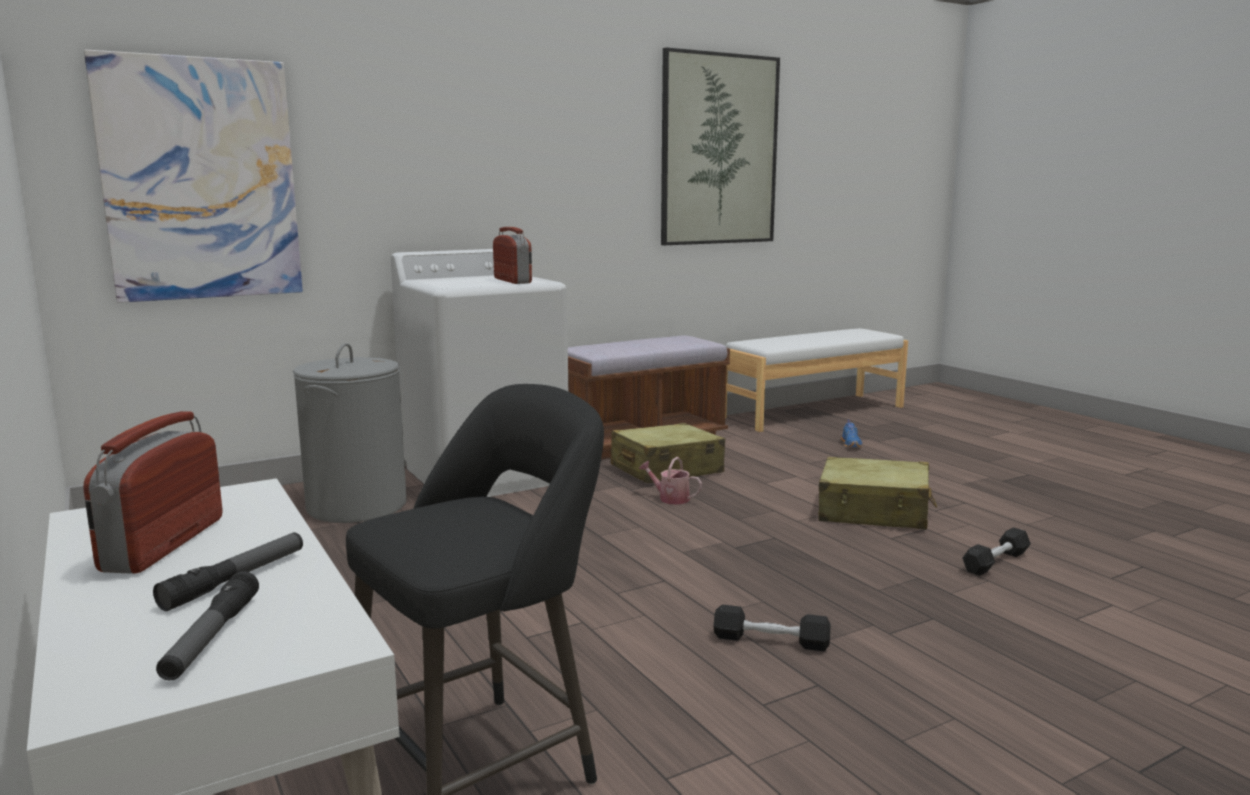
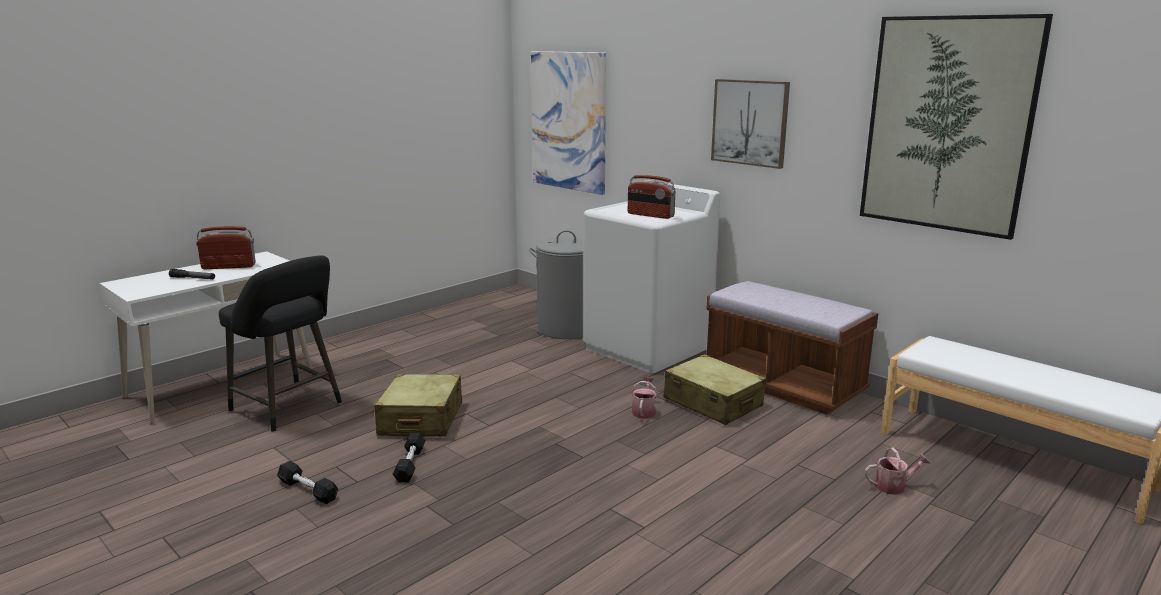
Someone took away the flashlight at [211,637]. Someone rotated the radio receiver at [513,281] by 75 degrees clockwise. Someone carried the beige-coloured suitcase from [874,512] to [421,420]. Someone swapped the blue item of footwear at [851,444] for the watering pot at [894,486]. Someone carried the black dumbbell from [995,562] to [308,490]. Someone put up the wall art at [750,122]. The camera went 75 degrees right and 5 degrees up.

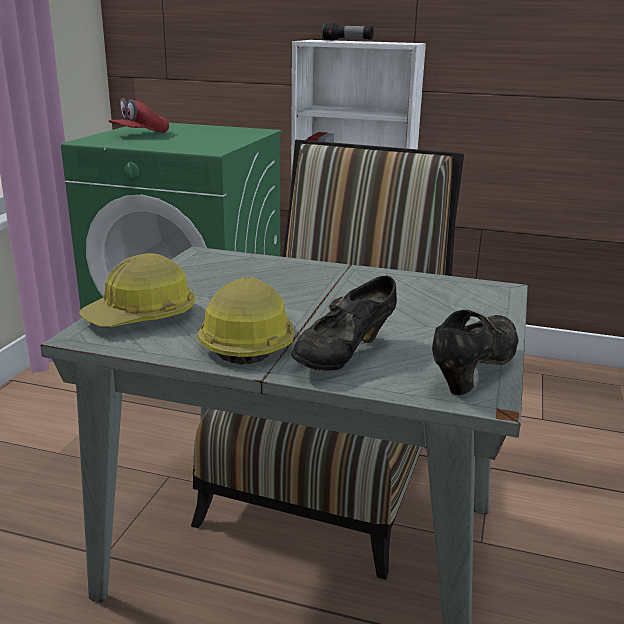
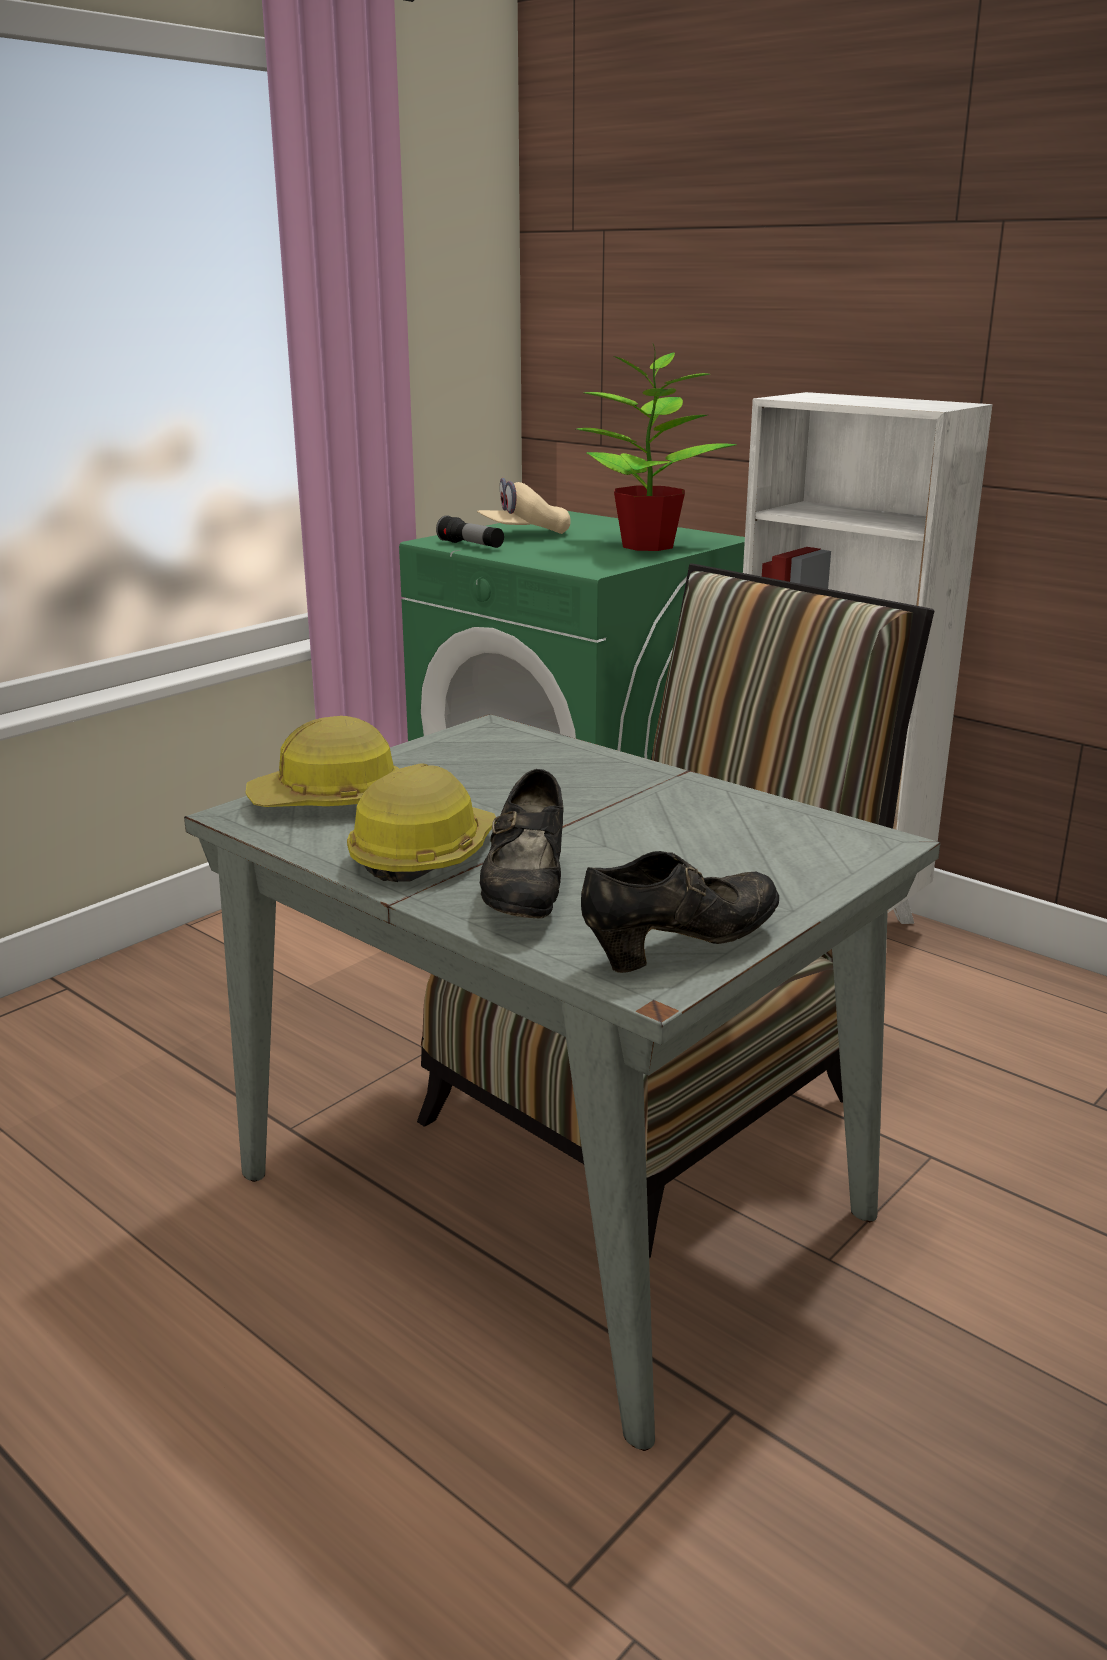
Someone repainted the reddish baseball cap at [140,134], which became the beige-coloured baseball cap at [524,535]. Someone rotated the black item of footwear at [344,356] by 60 degrees counterclockwise. Someone carried the flashlight from [347,41] to [471,545]. Someone put down the potted plant at [646,546]. The camera went 25 degrees right and 0 degrees up.

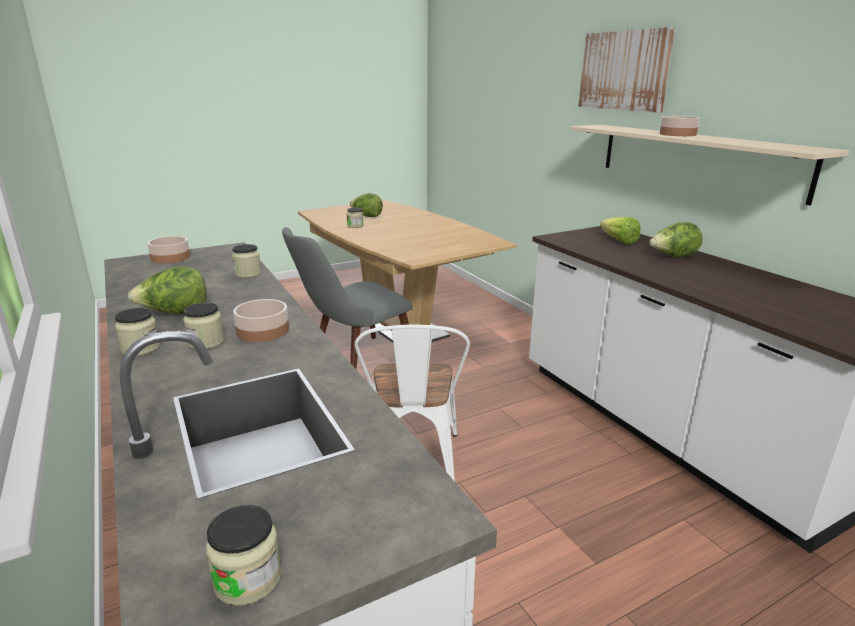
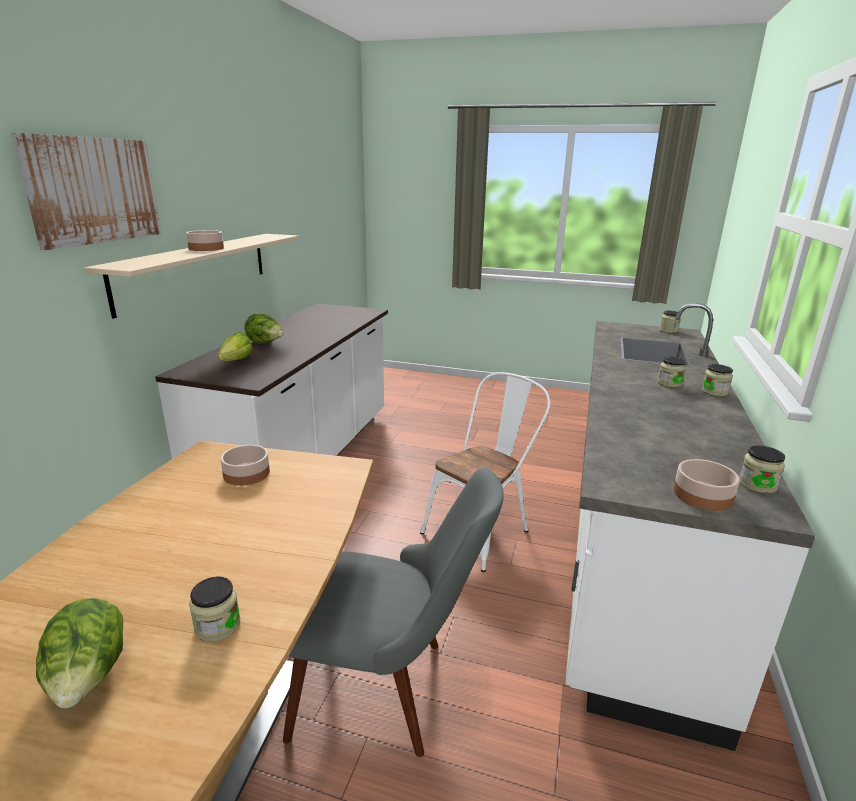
Someone took away the lettuce at [175,313]. Someone carried the preserve jar from [248,273] to [757,484]. Someone carried the bowl from [263,330] to [246,474]. The camera went 135 degrees left and 0 degrees up.

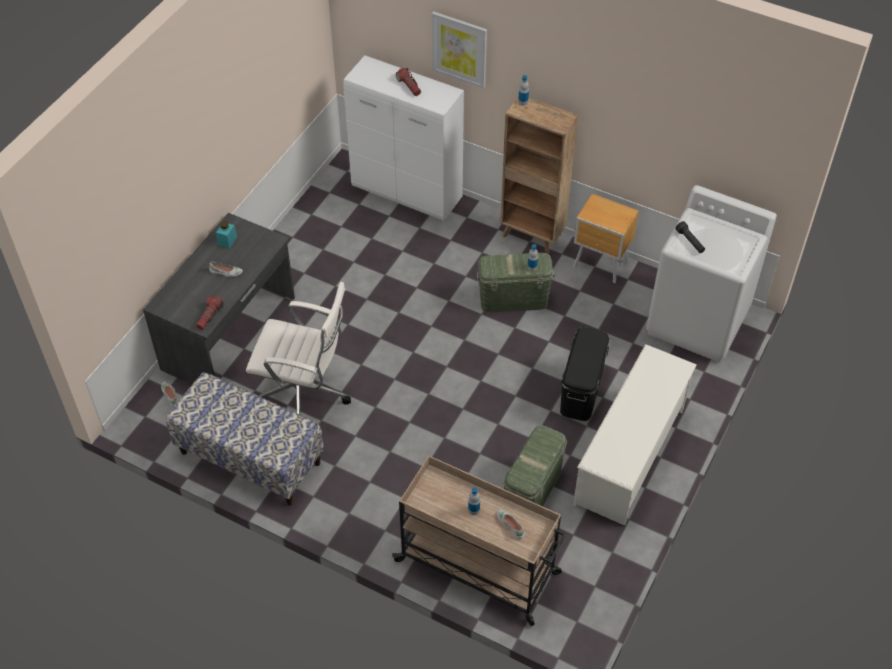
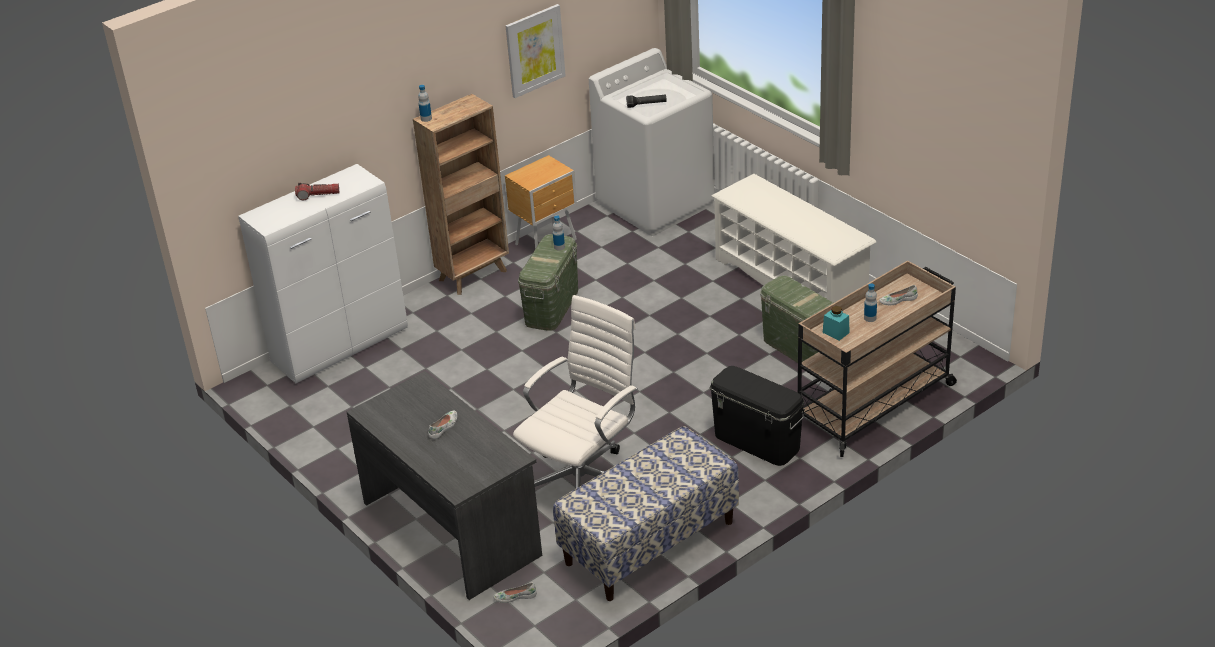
Someone took away the flashlight at [209,316]. Someone carried the blue-green preserve jar from [227,240] to [836,332]. Someone carried the wall art from [459,49] to [534,50]. Someone carried the black storage container from [581,391] to [757,441]. The camera went 65 degrees left and 15 degrees down.

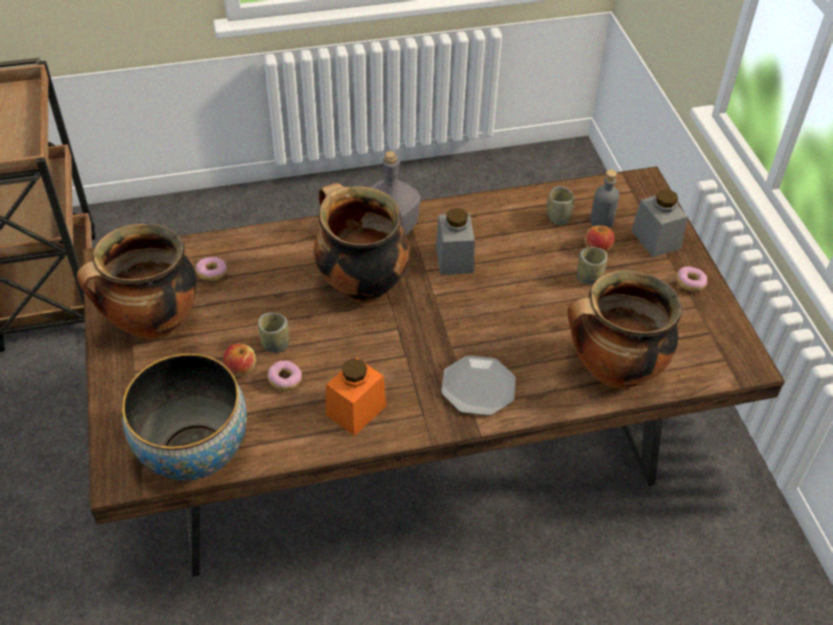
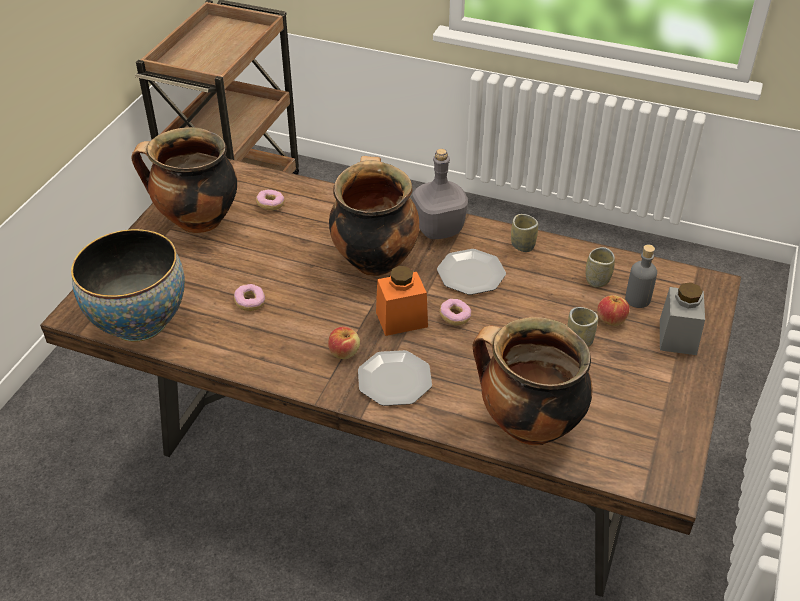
Someone carried the whole apple from [241,368] to [344,352]. Someone carried the cup from [275,344] to [522,245]. Someone carried the orange preserve jar from [356,410] to [401,319]. Someone swapped the gray preserve jar at [454,259] for the plate at [471,273]. Someone carried the ring doughnut from [690,284] to [455,317]. The camera went 35 degrees right and 5 degrees down.

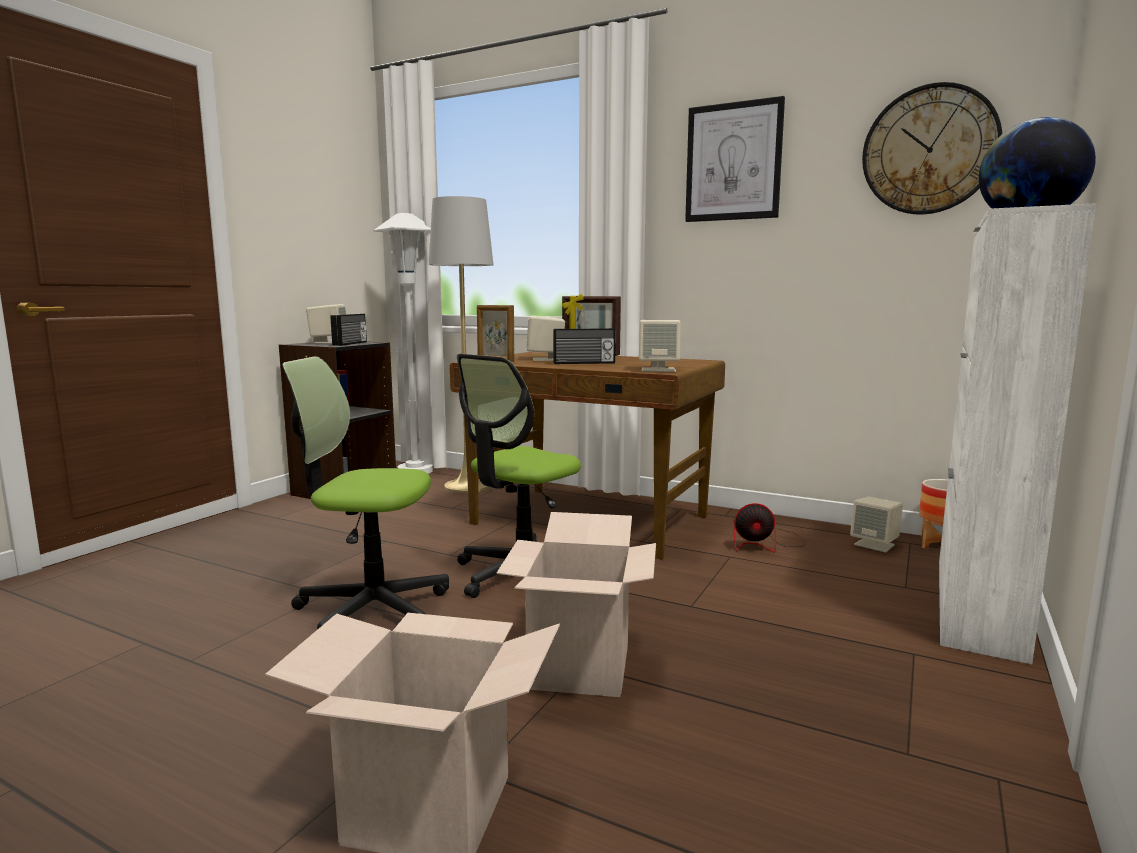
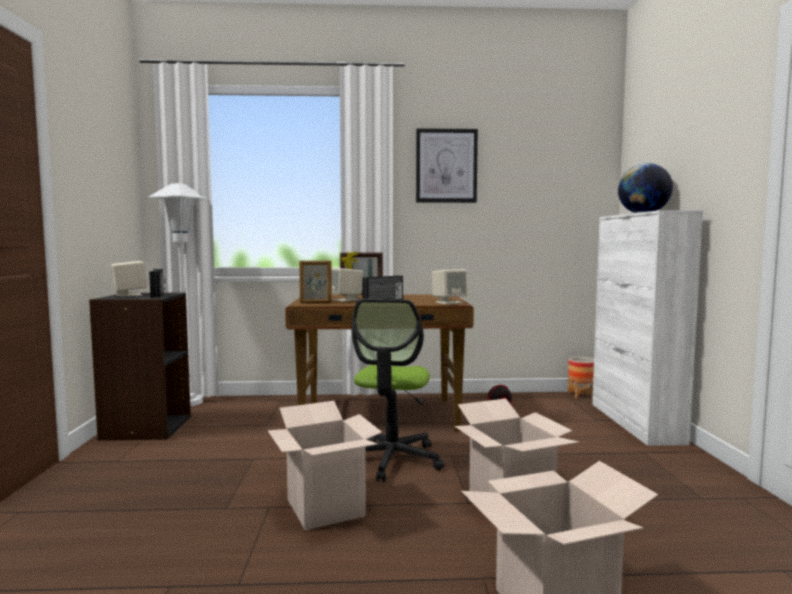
Someone swapped the computer chair at [371,610] for the carton at [325,508]. Someone took away the gray standard lamp at [467,486]. Someone took away the beige-coloured audio speaker at [875,545]. Someone took away the wall clock at [929,150]. The camera went 30 degrees left and 5 degrees down.

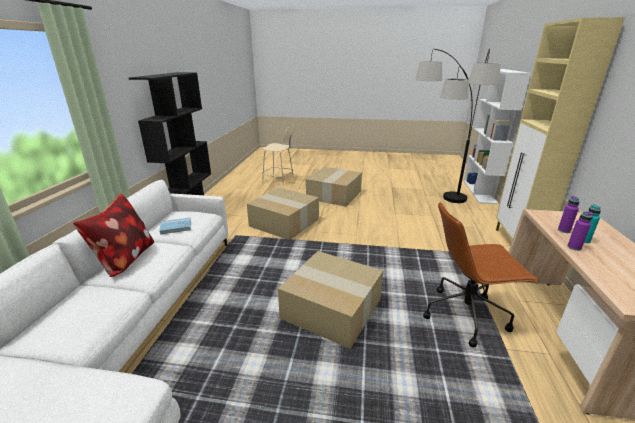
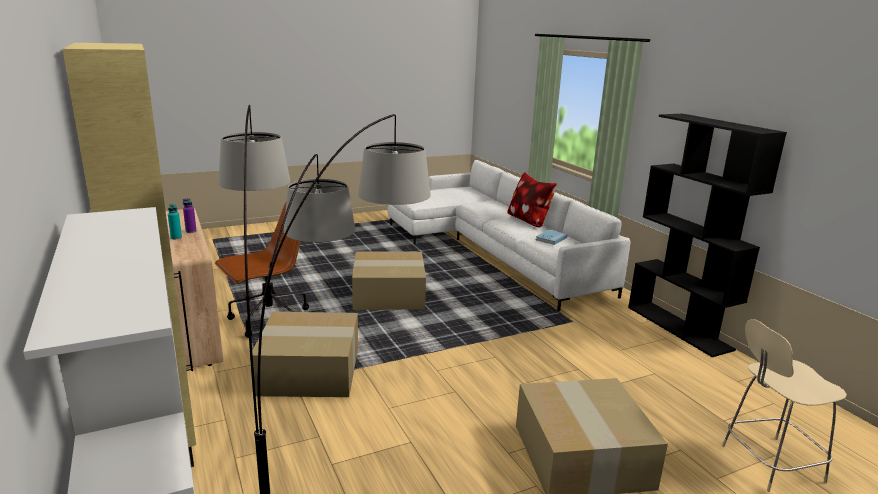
Someone carried the carton from [283,223] to [311,370]. Someone took away the purple-coloured bottle at [563,230]. The camera went 145 degrees right and 5 degrees down.

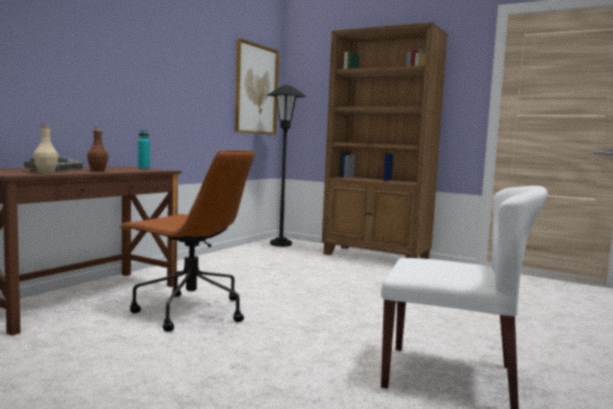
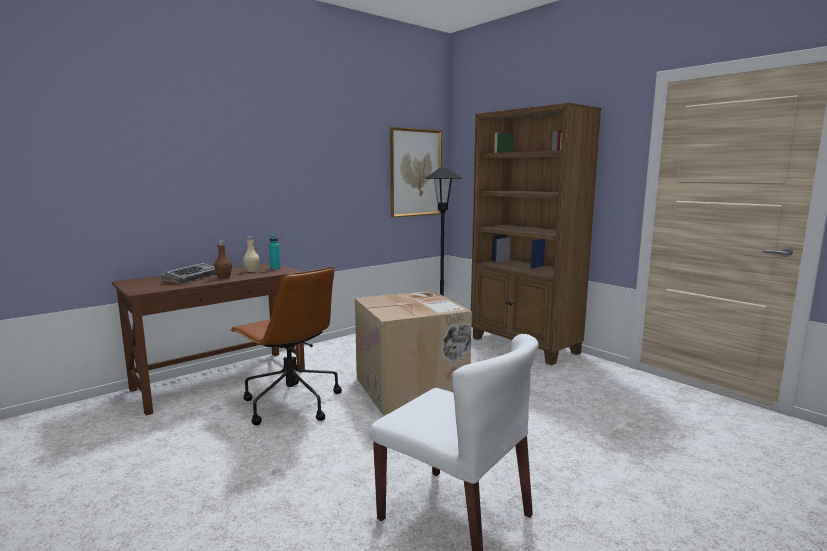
Someone carried the beige-coloured bottle from [46,173] to [252,271]. Someone put down the carton at [412,388]. The camera went 20 degrees right and 5 degrees up.

